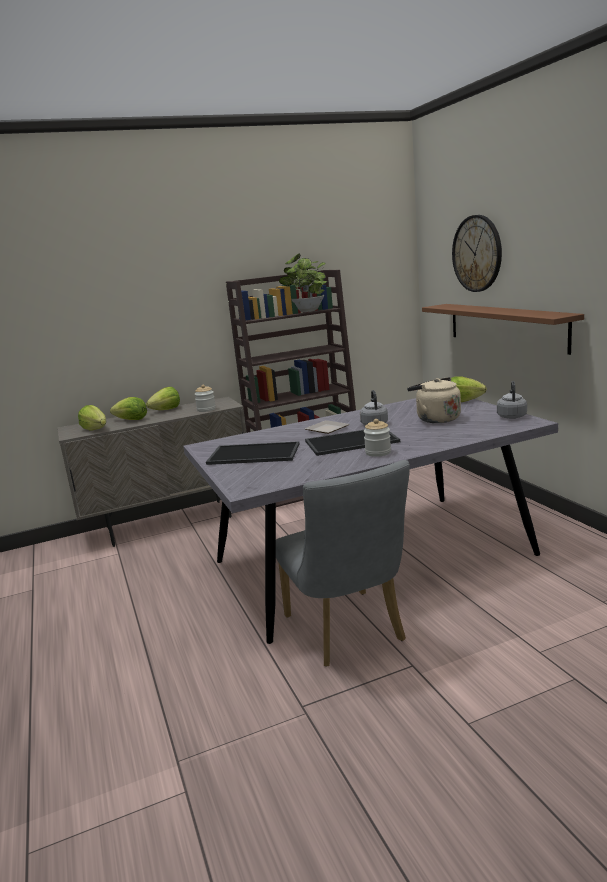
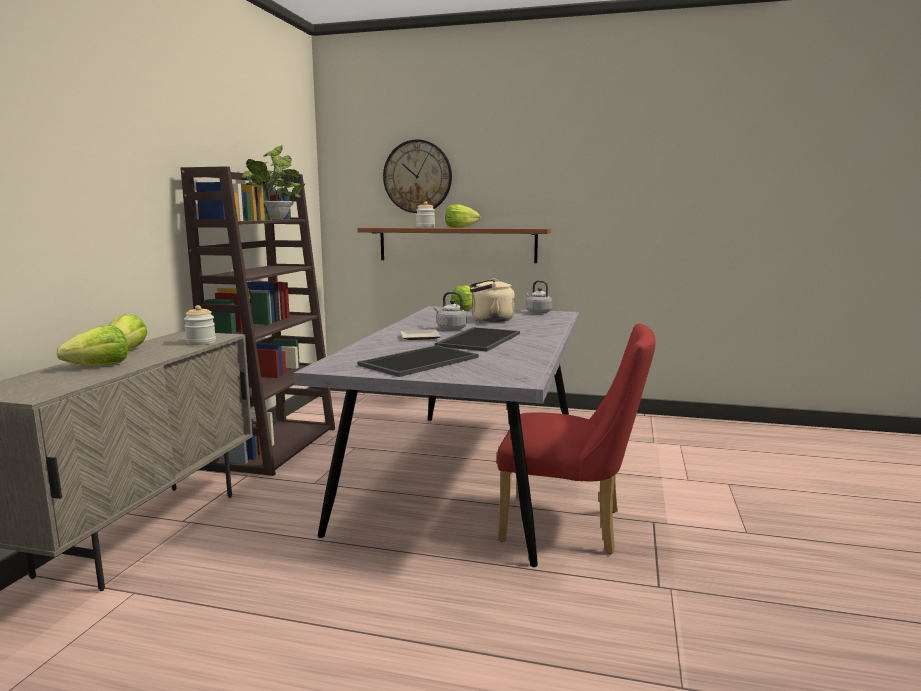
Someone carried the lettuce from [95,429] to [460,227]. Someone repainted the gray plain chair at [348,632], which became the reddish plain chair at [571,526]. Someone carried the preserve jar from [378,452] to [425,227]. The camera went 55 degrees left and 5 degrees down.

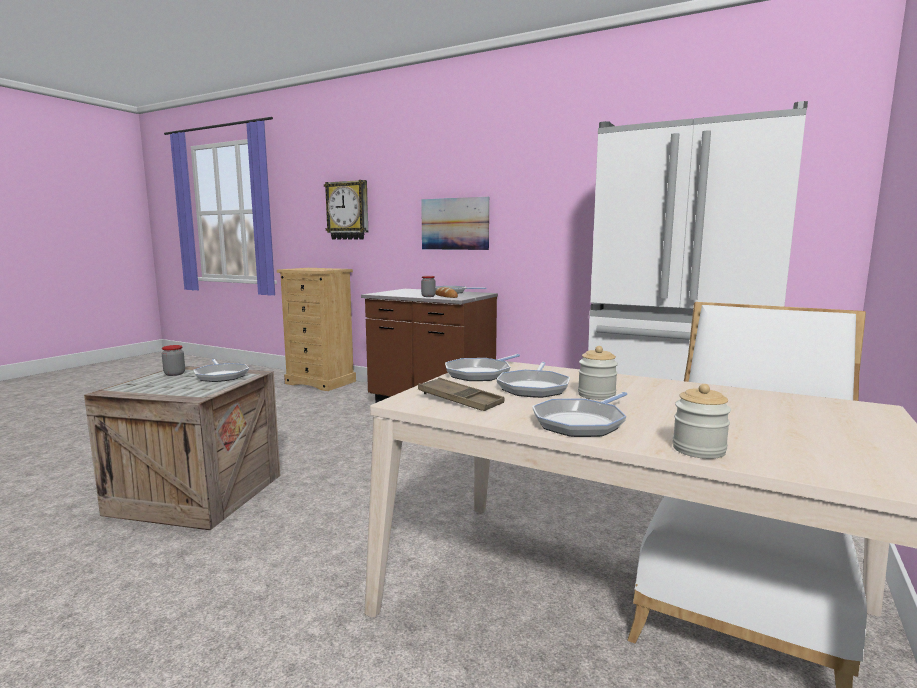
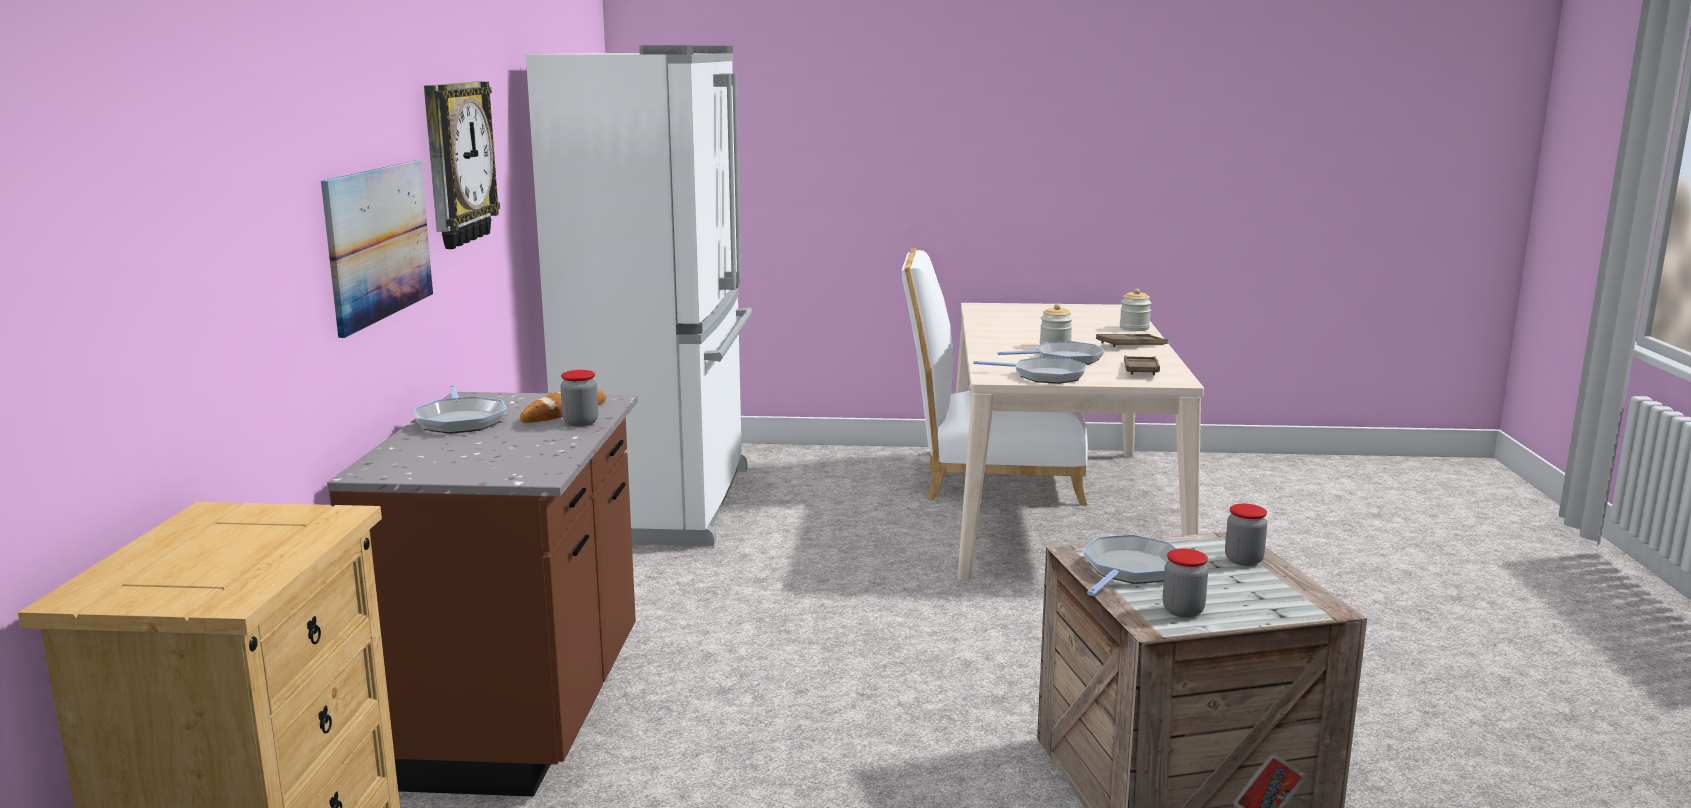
Someone carried the wall clock from [348,210] to [456,163]. Someone swapped the frying pan at [581,423] for the brown-coloured serving tray at [1131,345]. Someone put down the preserve jar at [1243,560]. The camera went 115 degrees left and 5 degrees up.

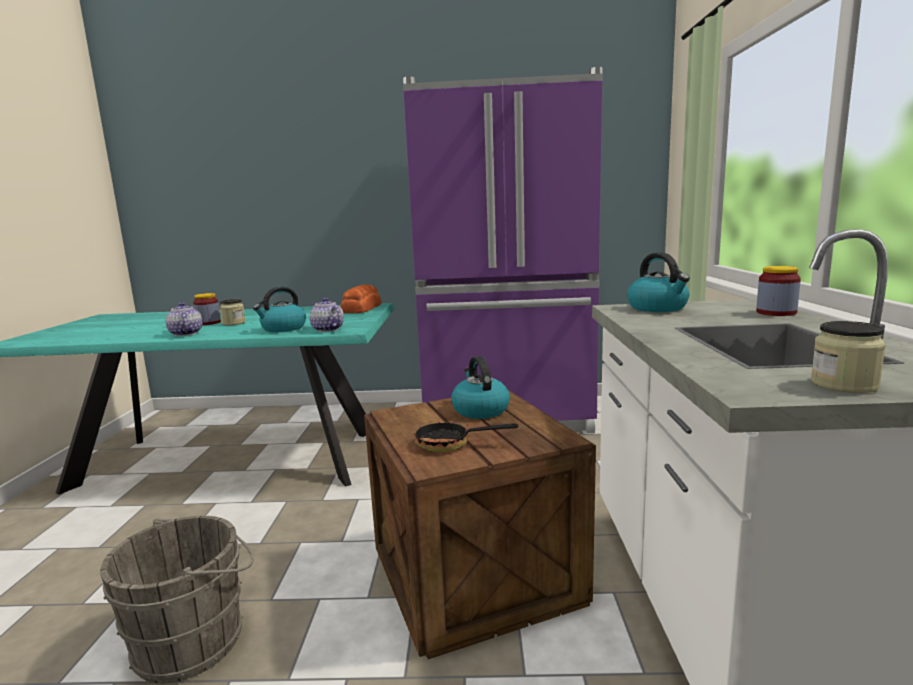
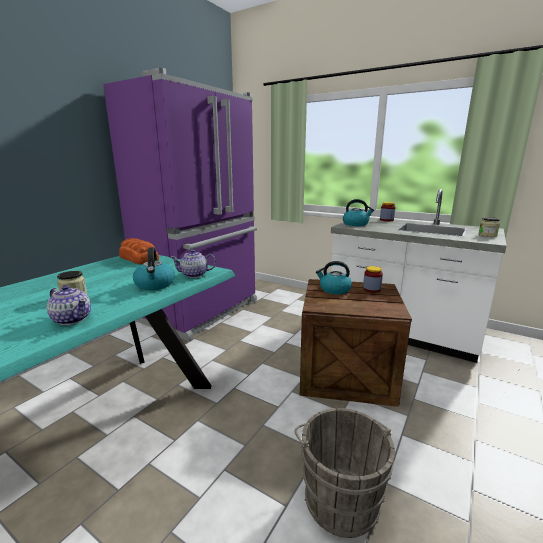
Someone rotated the pot for tea at [185,333] by 150 degrees counterclockwise. Someone carried the preserve jar from [209,323] to [371,289]. Someone took away the frying pan at [451,444]. The camera went 60 degrees left and 5 degrees up.

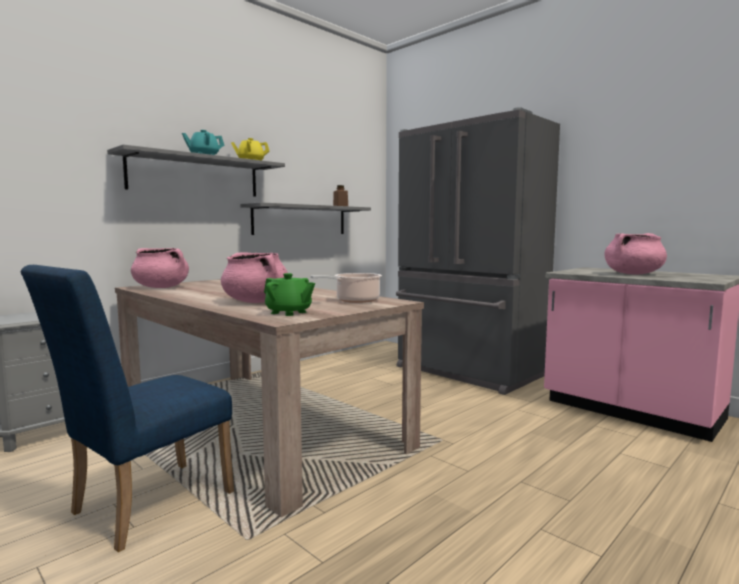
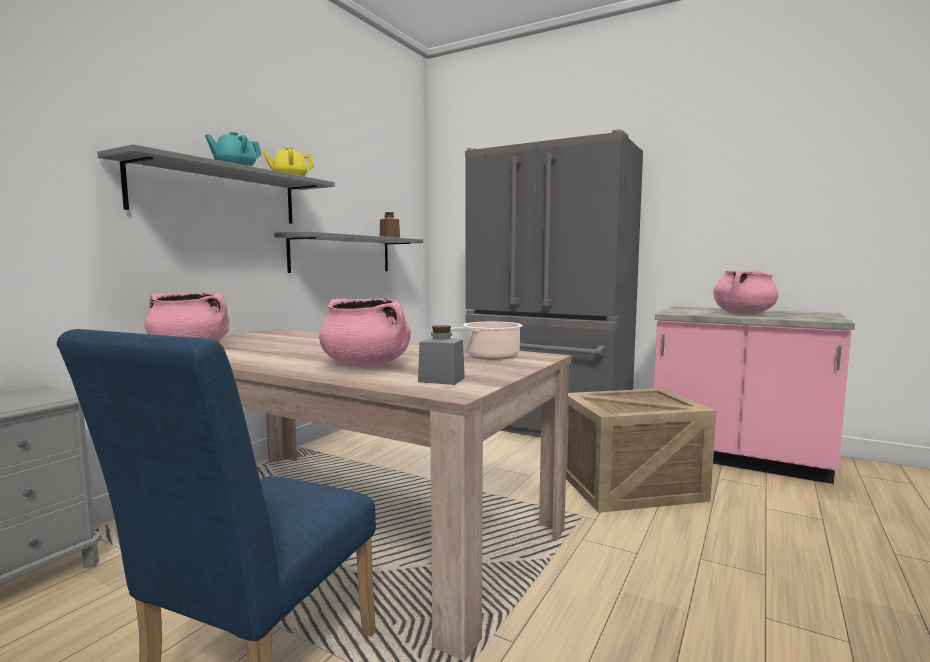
Someone swapped the green pot for tea at [289,313] for the gray preserve jar at [441,380]. Someone put down the crate at [632,486]. The camera went 15 degrees left and 0 degrees up.

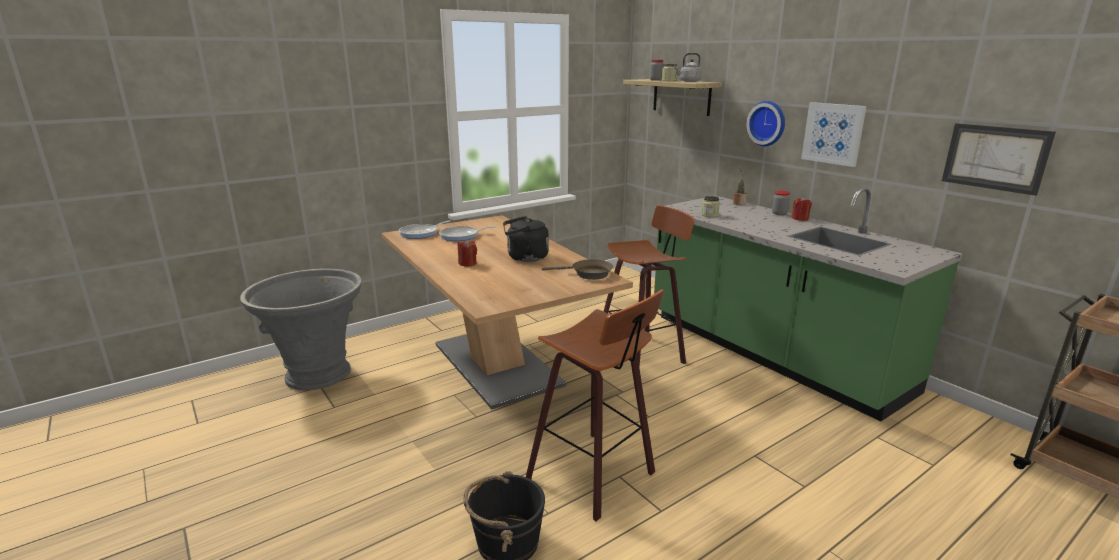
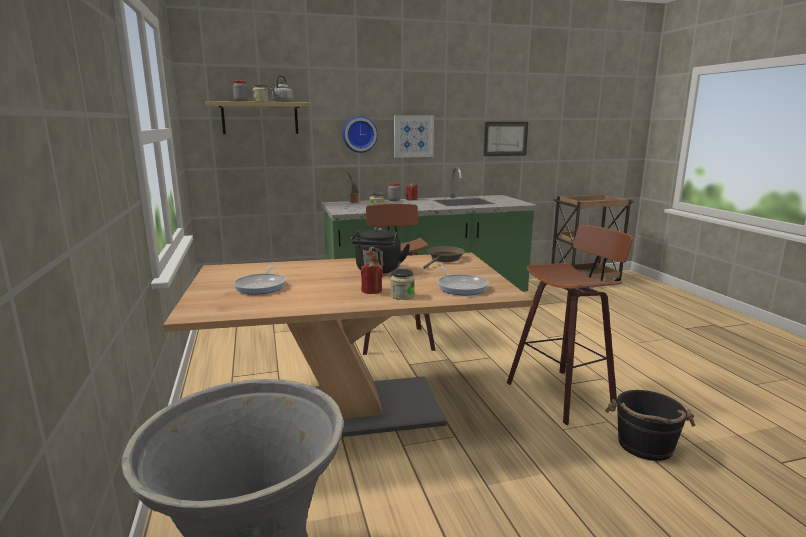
Someone carried the frying pan from [421,233] to [461,287]. Someone put down the preserve jar at [402,296]. The camera went 70 degrees left and 5 degrees down.

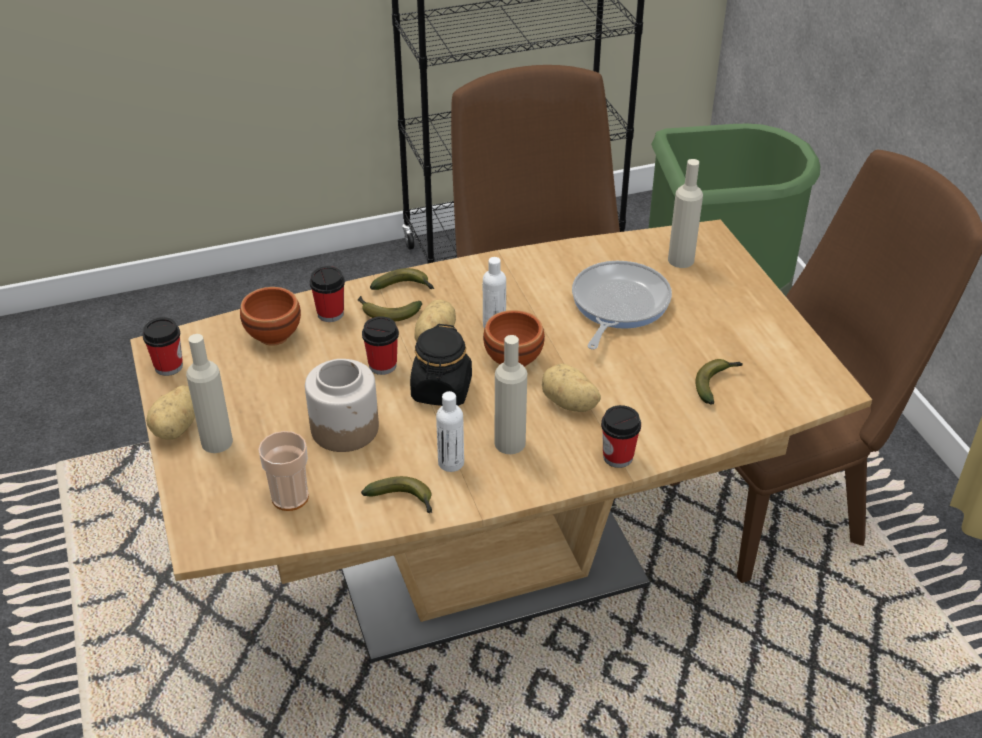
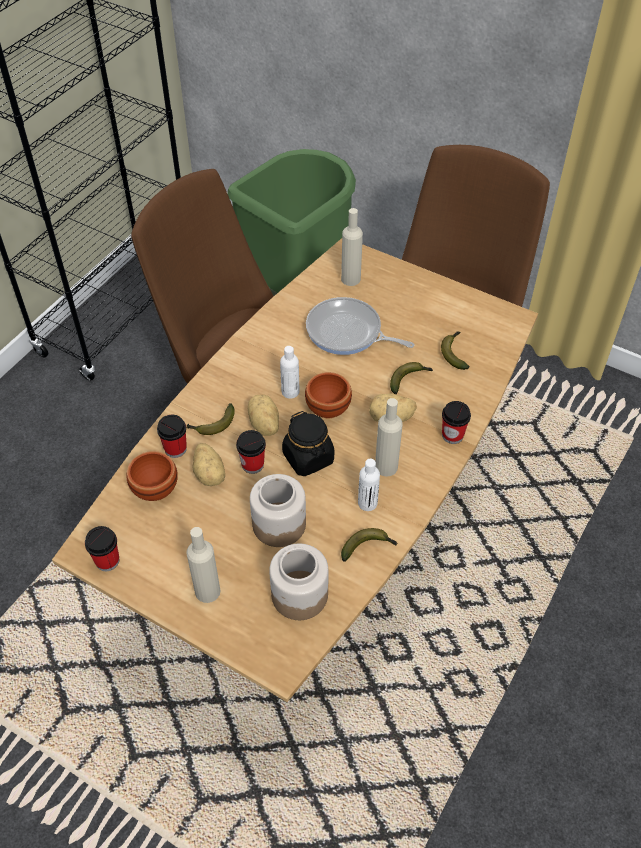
Someone carried the spud from [177,428] to [210,474]. Someone swapped the cup at [290,497] for the preserve jar at [299,594]. Someone carried the banana fruit from [405,288] to [409,379]. Someone rotated the frying pan at [617,305] by 45 degrees counterclockwise. The camera went 40 degrees left and 10 degrees up.

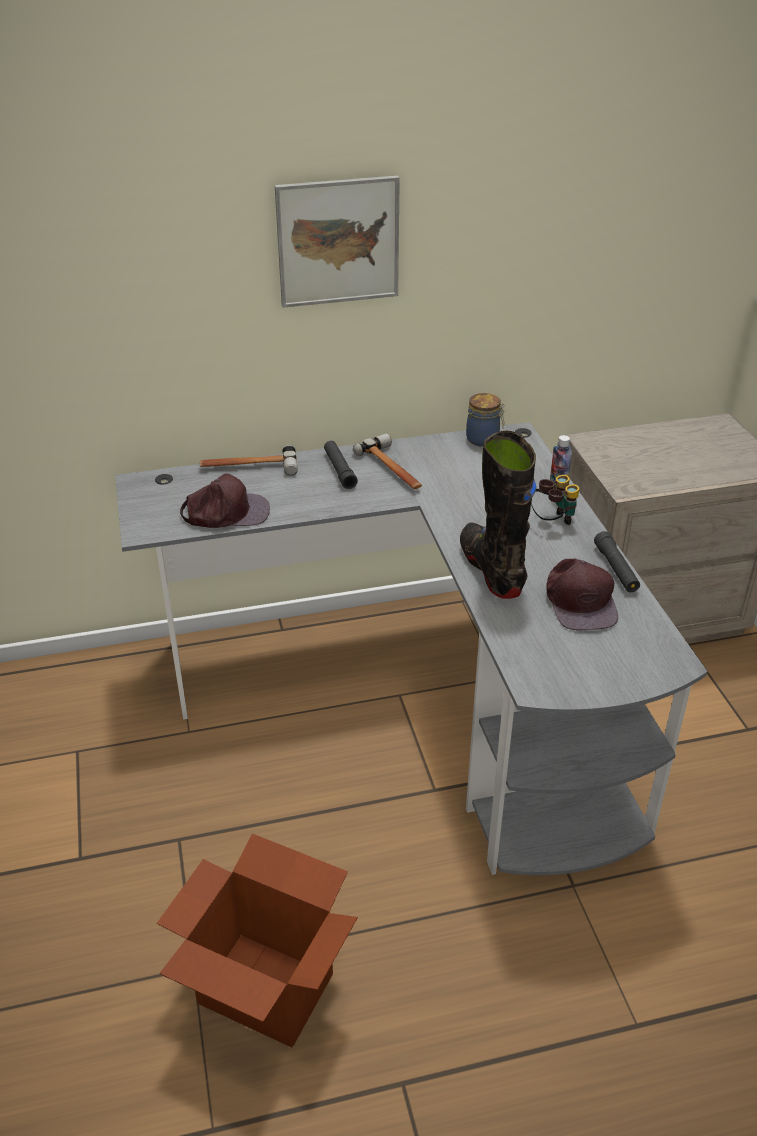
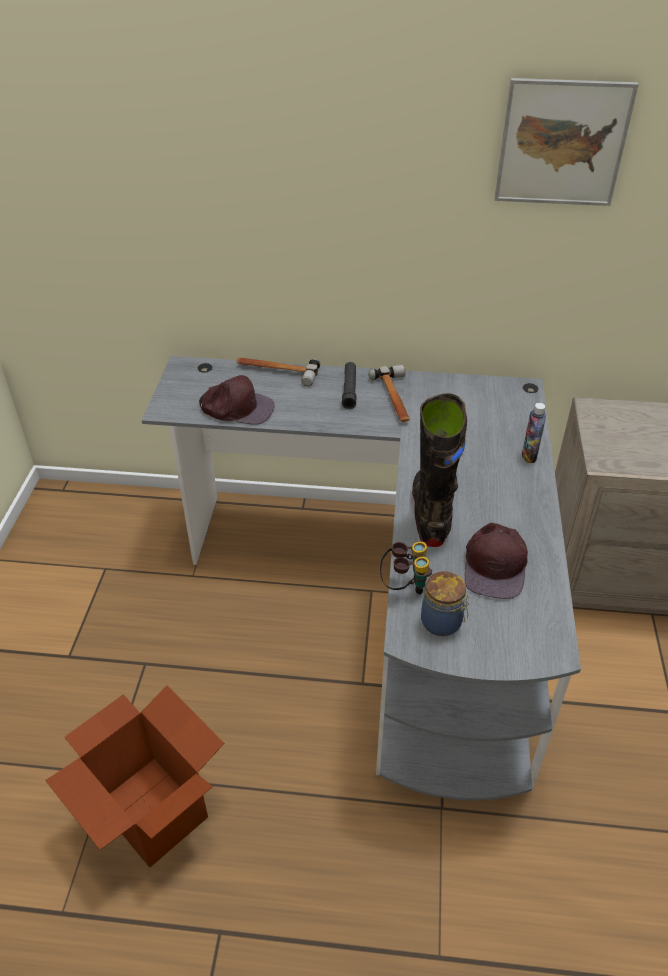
Someone carried the wall art from [338,241] to [562,143]. Someone carried the preserve jar from [484,439] to [443,623]. Someone carried the pair of binoculars from [552,521] to [404,585]. Someone took away the black flashlight at [616,569]. The camera went 20 degrees right and 5 degrees up.

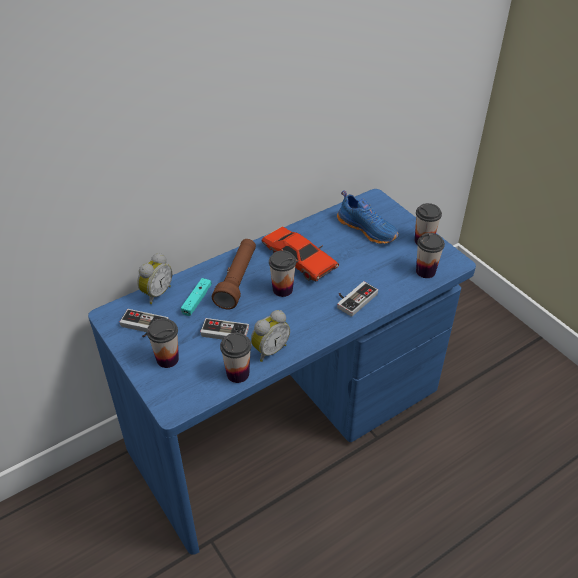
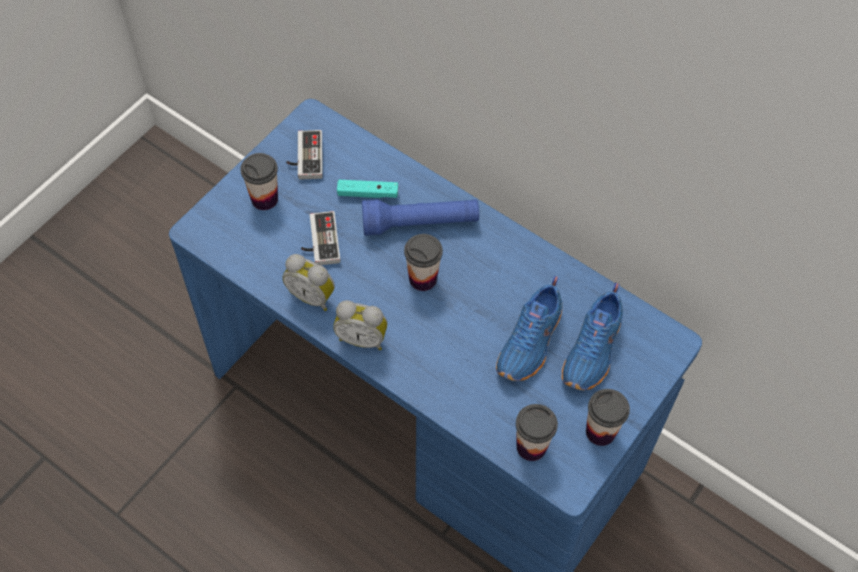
Someone carried the table clock from [156,293] to [362,338]. Someone repainted the brown-coloured flashlight at [237,280], which became the blue flashlight at [420,223]. Someone took away the cup at [238,374]. Someone took away the reddish model car at [299,260]. Someone took away the joypad at [353,299]. Someone put down the blue item of footwear at [531,342]. The camera went 70 degrees right and 15 degrees up.

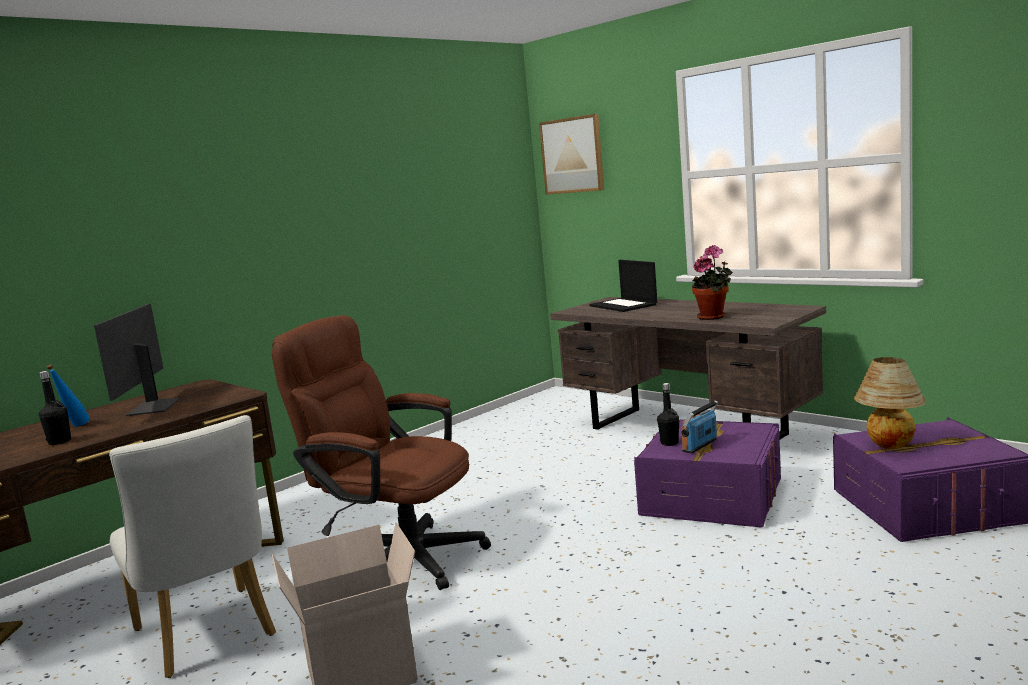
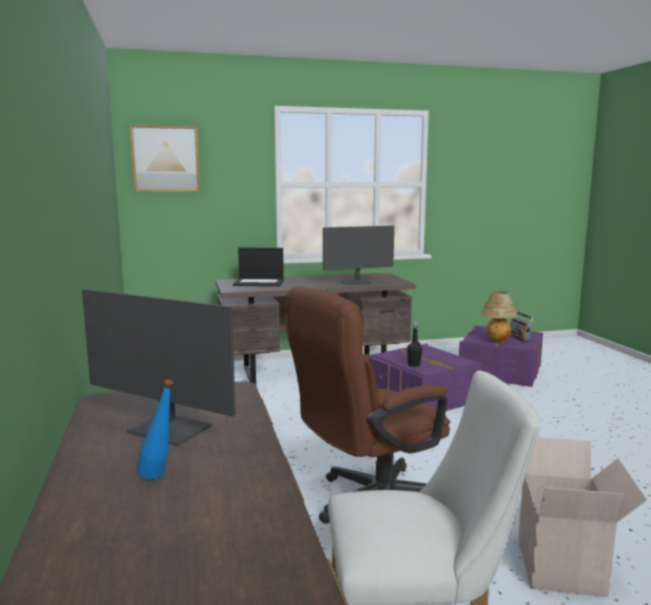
Someone took away the black bottle at [59,441]. Someone carried the radio receiver from [700,445] to [519,338]. Someone swapped the potted plant at [714,317] for the monitor at [356,282]. The camera went 60 degrees left and 0 degrees up.

